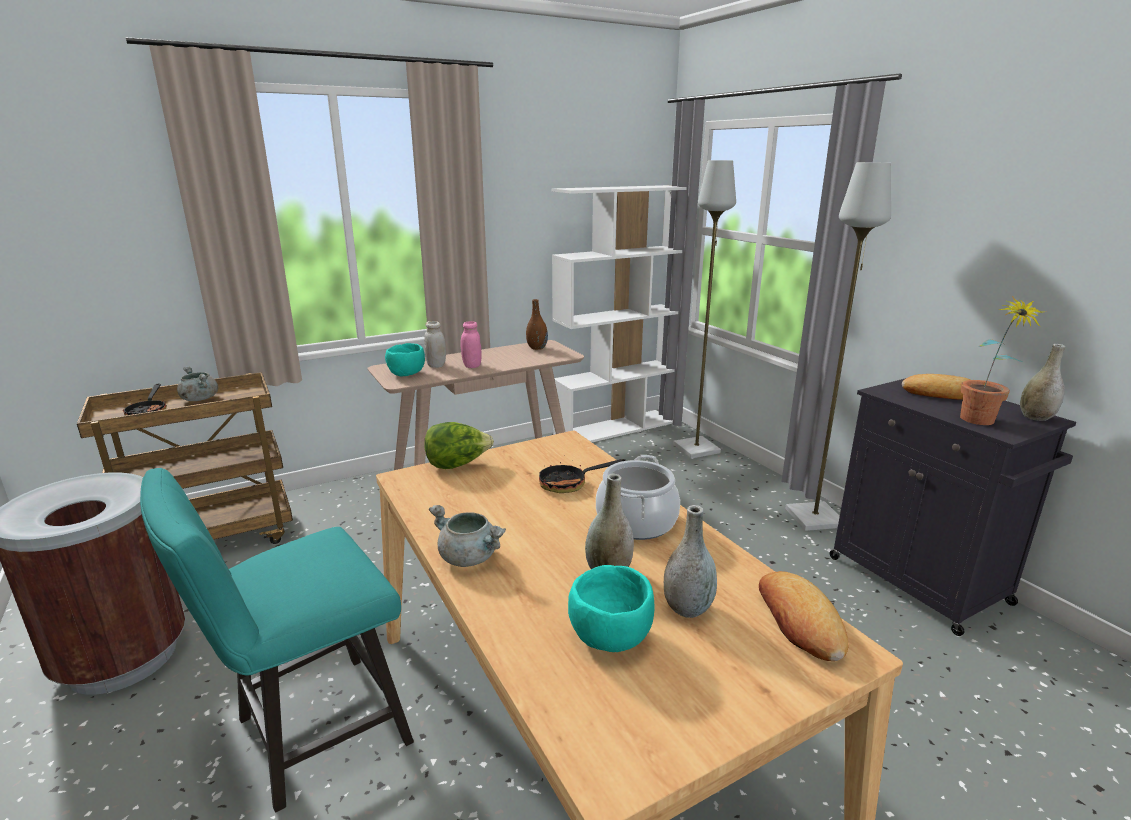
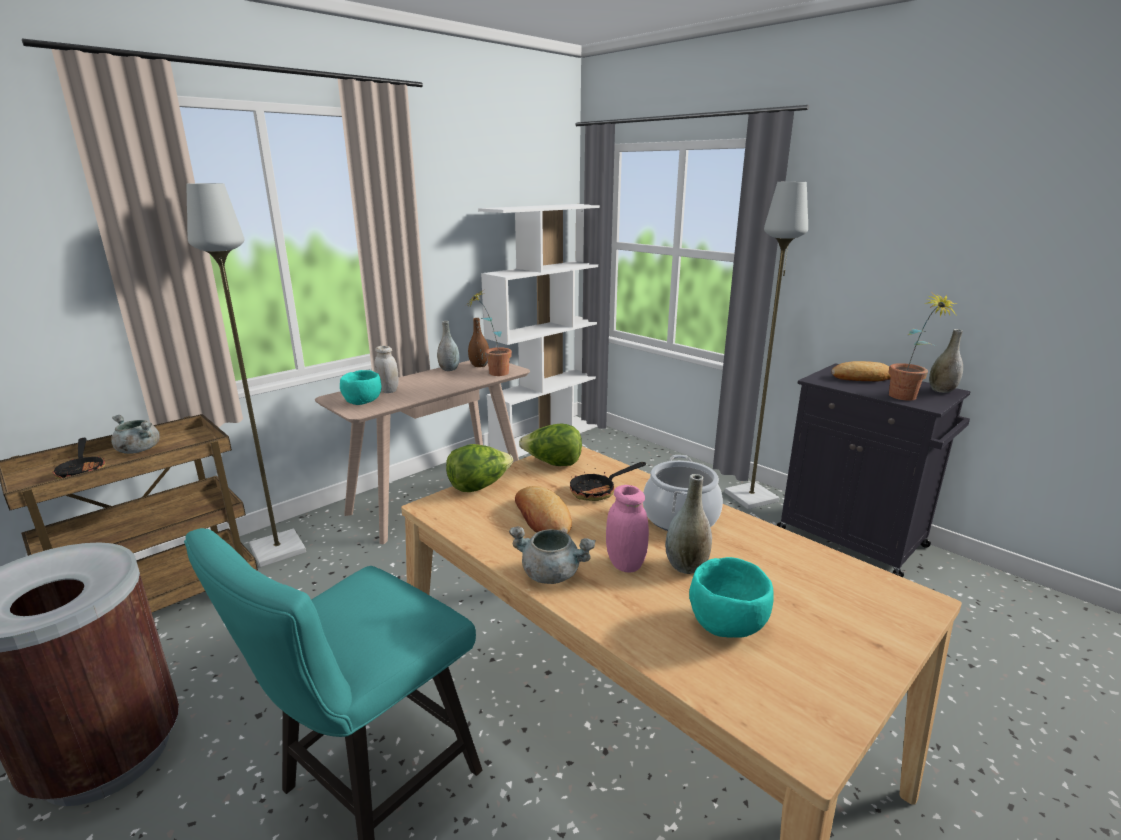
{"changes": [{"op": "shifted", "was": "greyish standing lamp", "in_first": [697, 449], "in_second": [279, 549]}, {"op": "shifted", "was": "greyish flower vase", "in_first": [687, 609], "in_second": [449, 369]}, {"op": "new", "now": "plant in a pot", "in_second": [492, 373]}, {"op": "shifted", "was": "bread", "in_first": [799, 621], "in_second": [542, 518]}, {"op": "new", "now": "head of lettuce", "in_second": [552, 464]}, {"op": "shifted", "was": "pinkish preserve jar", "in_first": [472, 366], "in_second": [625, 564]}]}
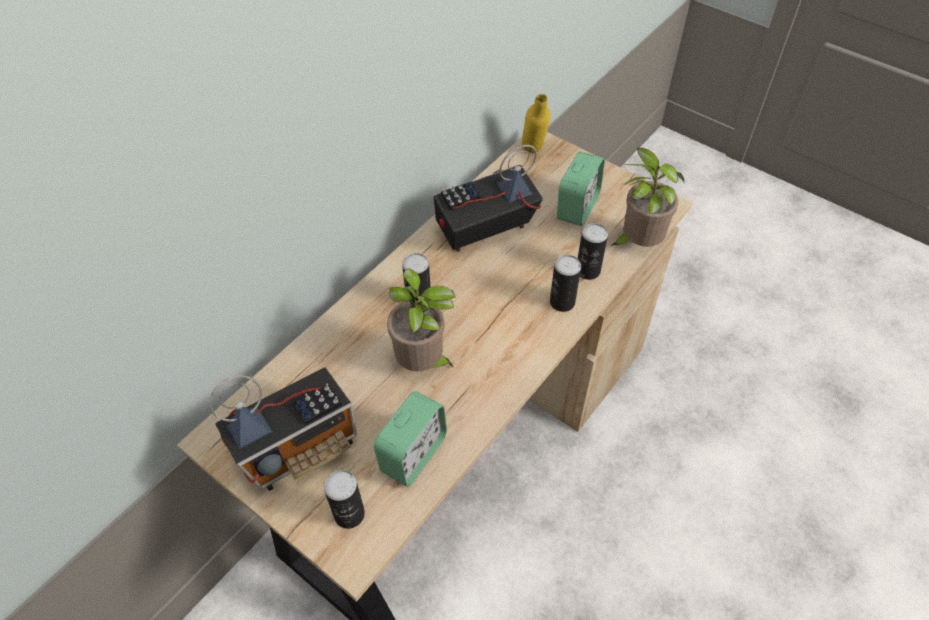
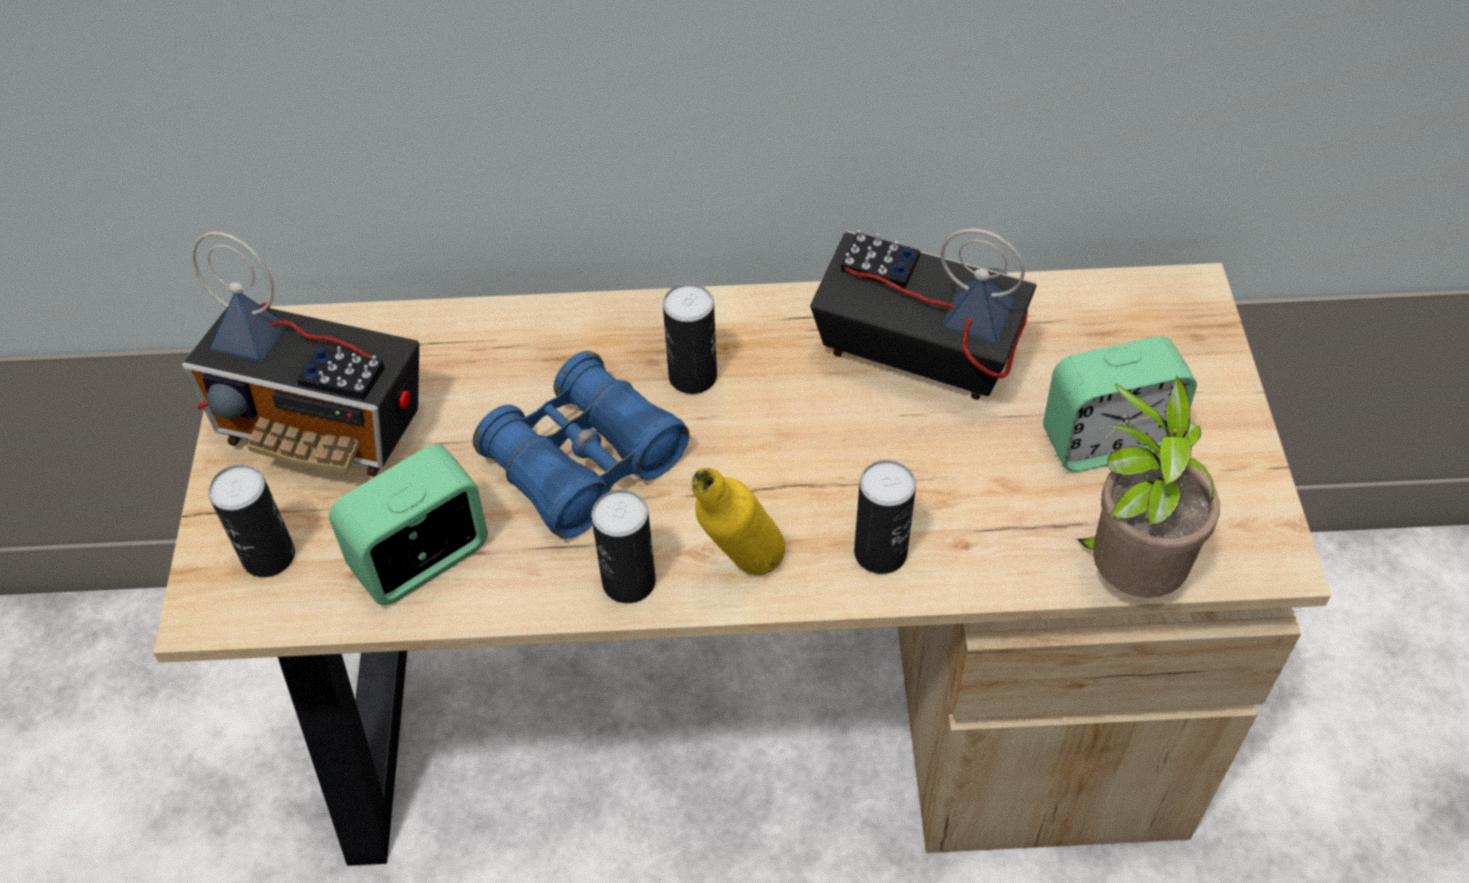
{"changes": [{"op": "rotated", "was": "table clock", "in_first": [413, 454], "in_second": [422, 559], "clockwise": 150}, {"op": "swapped", "was": "plant in a pot", "now": "blue-coloured field glasses", "in_first": [423, 364], "in_second": [584, 462]}, {"op": "shifted", "was": "sealed can", "in_first": [588, 270], "in_second": [629, 581]}, {"op": "shifted", "was": "yellow-coloured drink bottle", "in_first": [533, 154], "in_second": [740, 574]}]}
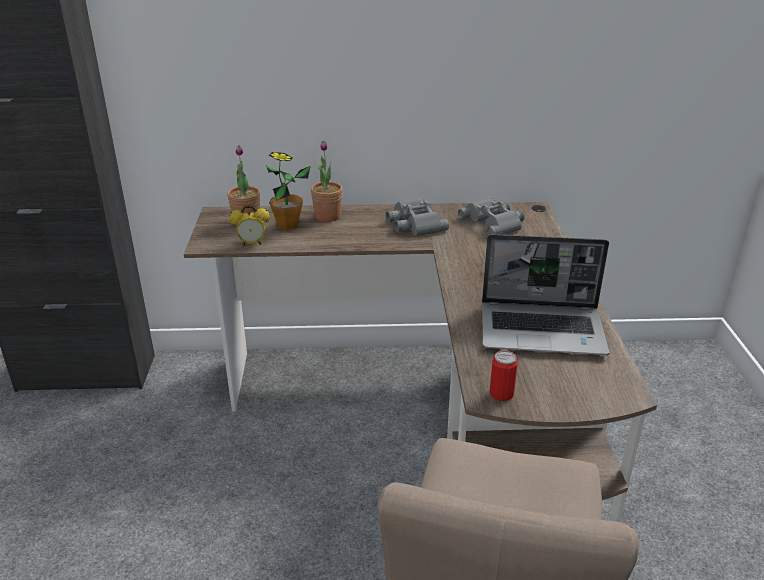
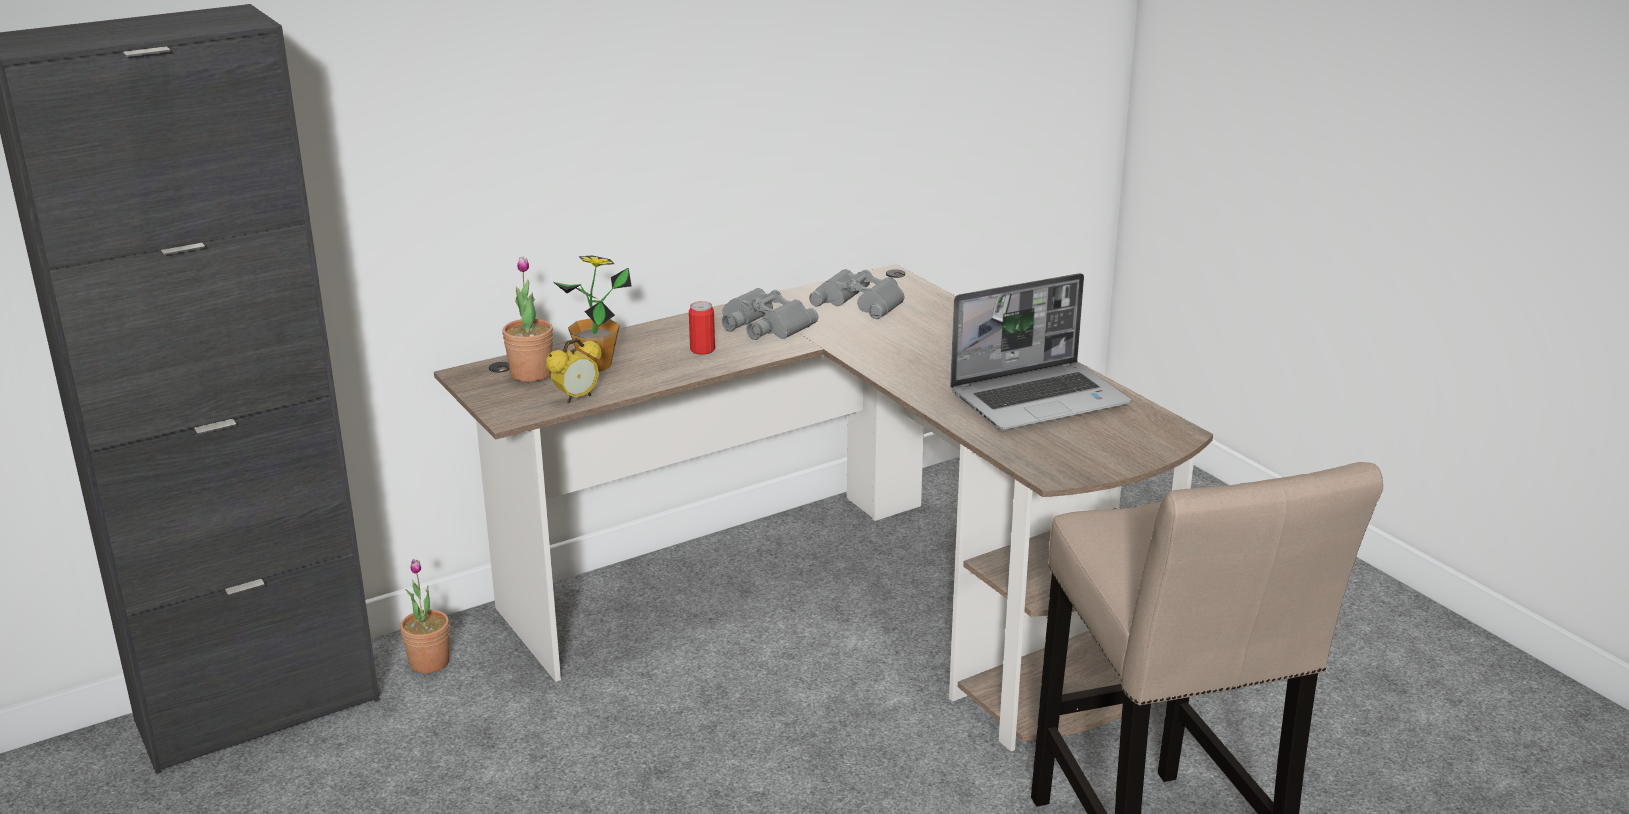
{"changes": [{"op": "shifted", "was": "plant in a pot", "in_first": [327, 216], "in_second": [429, 662]}, {"op": "shifted", "was": "sealed can", "in_first": [501, 394], "in_second": [702, 350]}]}
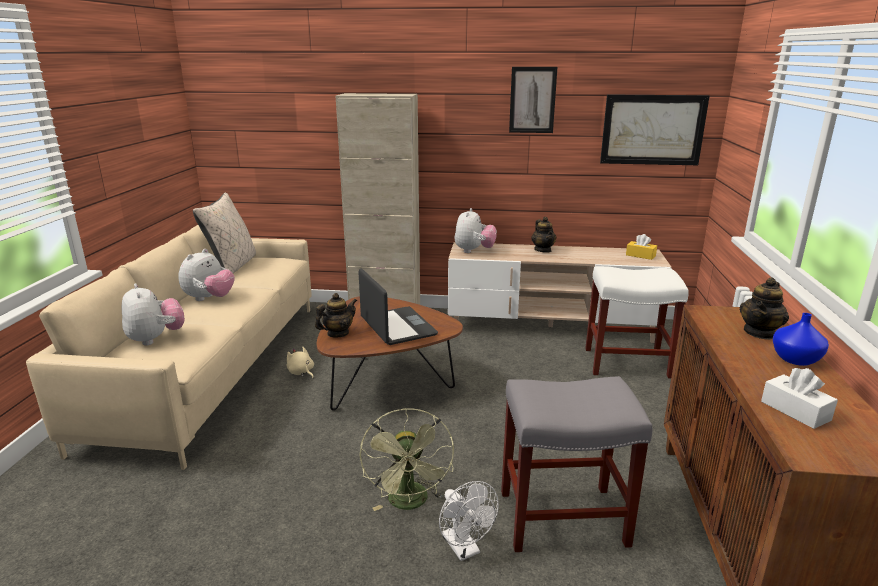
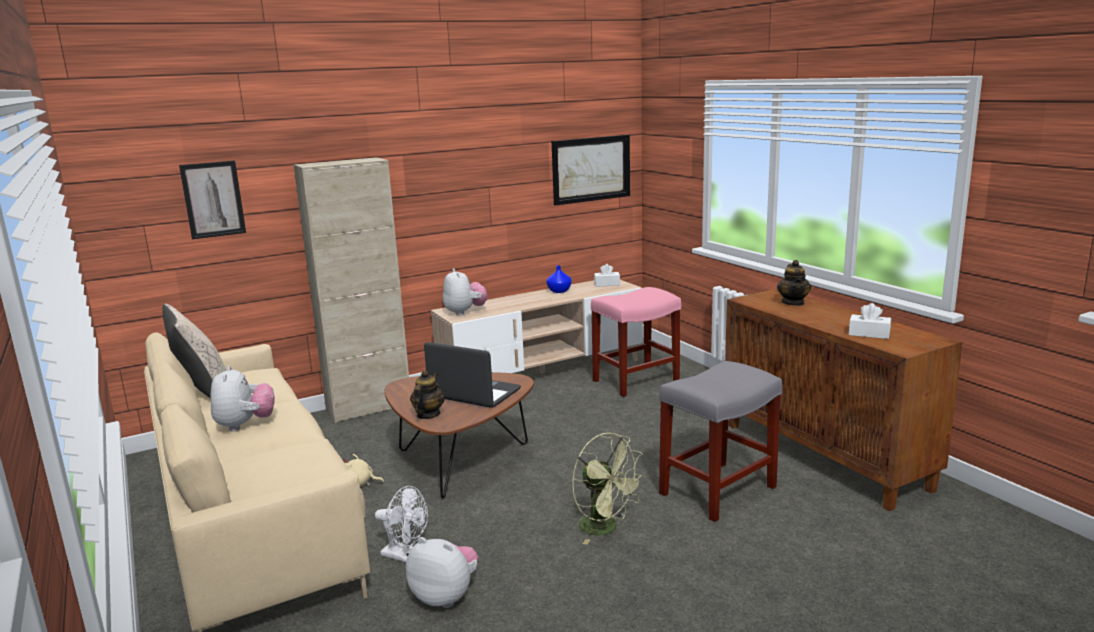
{"changes": [{"op": "shifted", "was": "wall art", "in_first": [532, 100], "in_second": [213, 199]}, {"op": "shifted", "was": "white fan", "in_first": [465, 549], "in_second": [406, 555]}, {"op": "shifted", "was": "plush toy", "in_first": [156, 339], "in_second": [446, 596]}, {"op": "shifted", "was": "blue-coloured flower vase", "in_first": [796, 359], "in_second": [559, 291]}, {"op": "repainted", "was": "white stool", "now": "pinkish stool", "in_first": [628, 362], "in_second": [636, 380]}, {"op": "repainted", "was": "yellow-coloured tissue box", "now": "white tissue box", "in_first": [640, 255], "in_second": [607, 284]}, {"op": "gone", "was": "pot for tea", "in_first": [543, 250]}]}
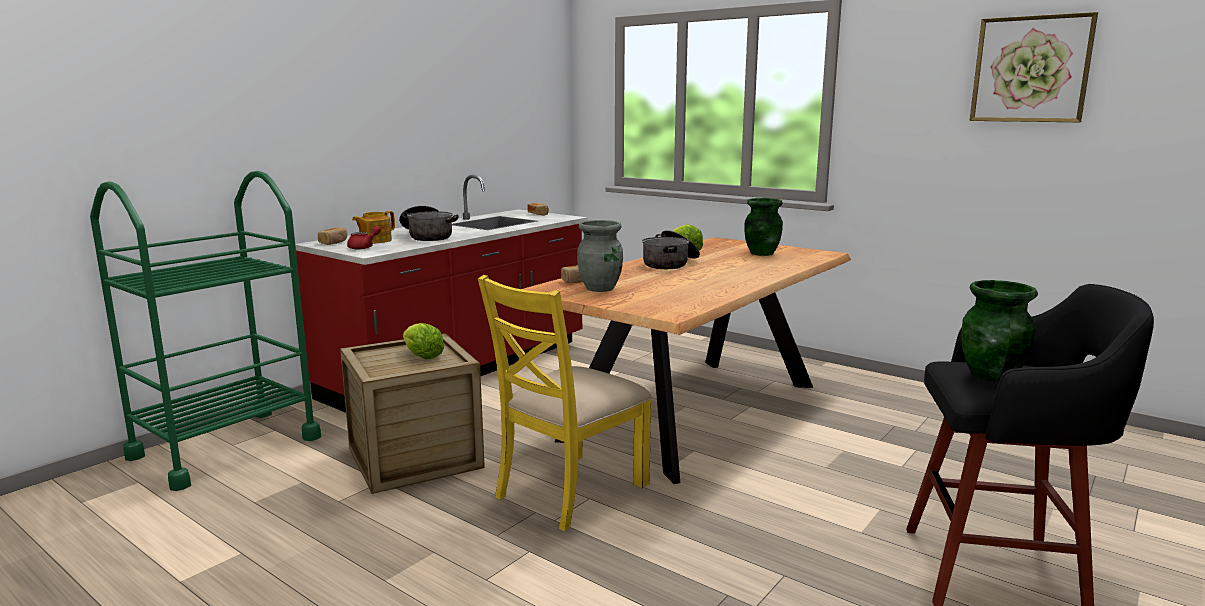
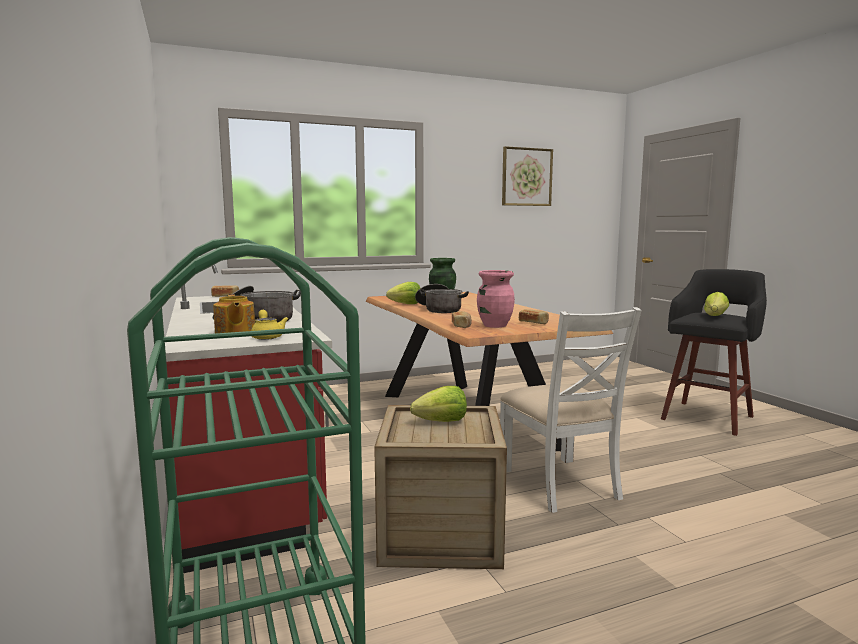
{"changes": [{"op": "repainted", "was": "reddish pot for tea", "now": "yellow-coloured pot for tea", "in_first": [364, 247], "in_second": [267, 336]}, {"op": "repainted", "was": "greyish flower vase", "now": "pinkish flower vase", "in_first": [600, 288], "in_second": [495, 325]}, {"op": "repainted", "was": "yellow-coloured chair", "now": "white chair", "in_first": [570, 490], "in_second": [560, 483]}, {"op": "shifted", "was": "bread", "in_first": [334, 242], "in_second": [533, 323]}, {"op": "swapped", "was": "greenish flower vase", "now": "head of lettuce", "in_first": [992, 376], "in_second": [715, 316]}]}
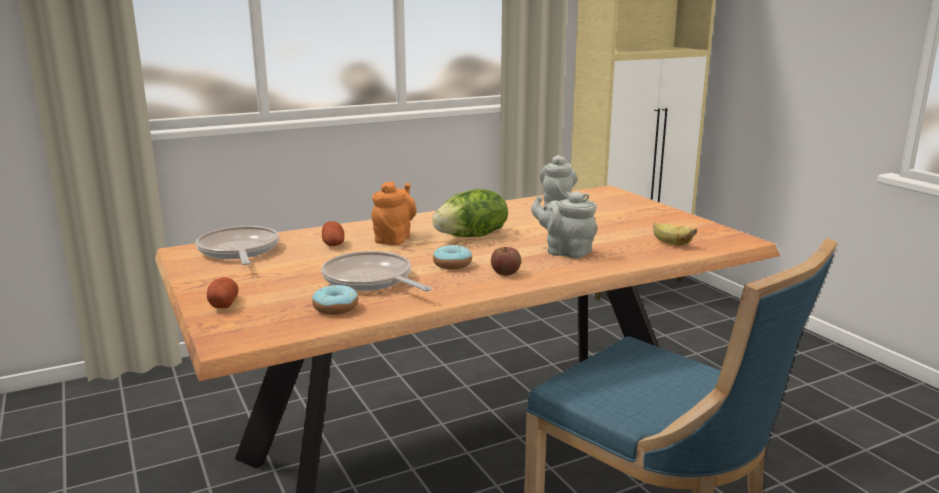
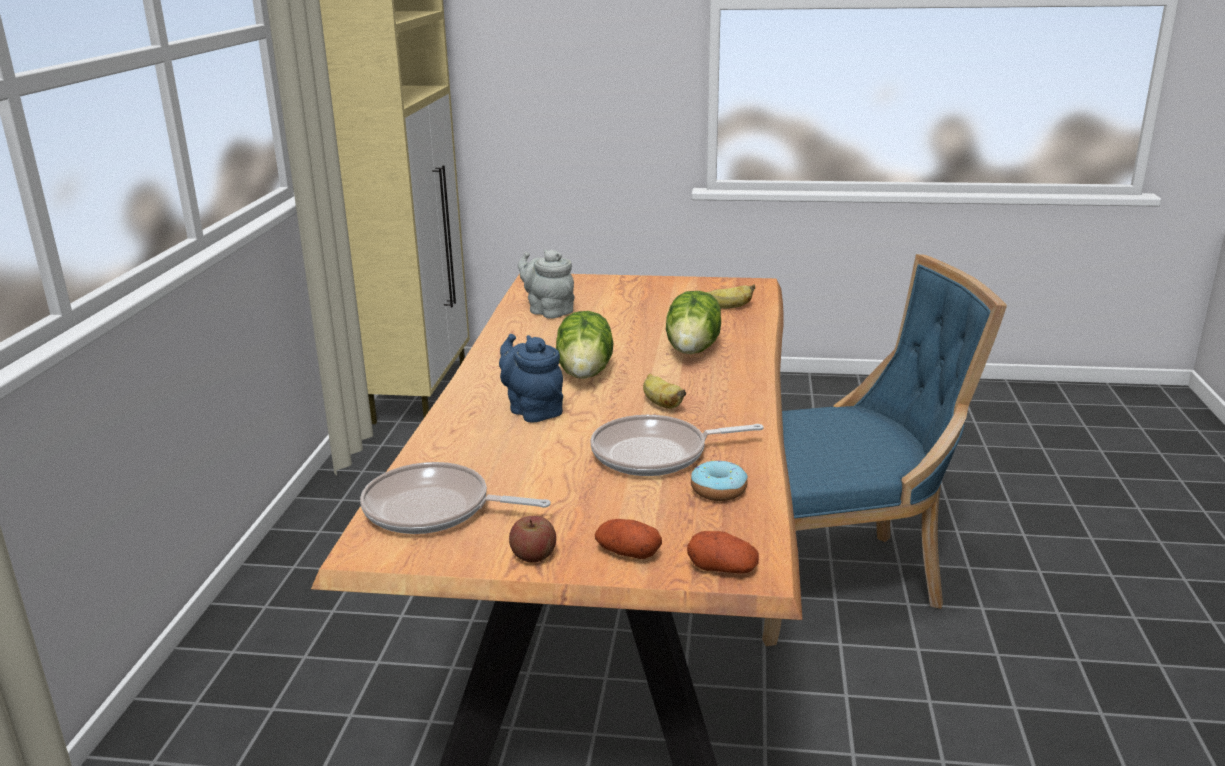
{"changes": [{"op": "repainted", "was": "orangey pot for tea", "now": "blue-coloured pot for tea", "in_first": [394, 239], "in_second": [533, 410]}, {"op": "shifted", "was": "apple", "in_first": [505, 273], "in_second": [533, 556]}, {"op": "swapped", "was": "doughnut", "now": "banana fruit", "in_first": [452, 264], "in_second": [661, 404]}, {"op": "swapped", "was": "greyish pot for tea", "now": "head of lettuce", "in_first": [565, 252], "in_second": [694, 349]}, {"op": "shifted", "was": "whole potato", "in_first": [333, 244], "in_second": [722, 568]}]}
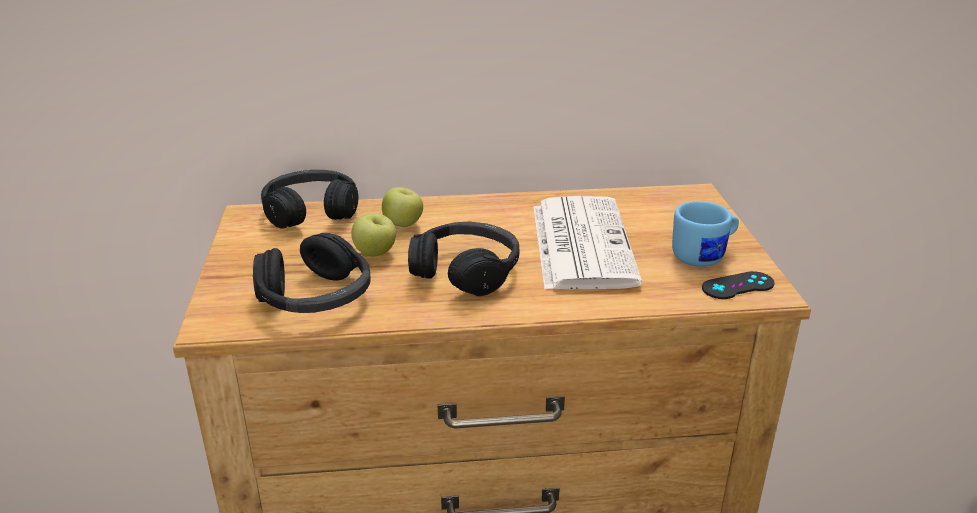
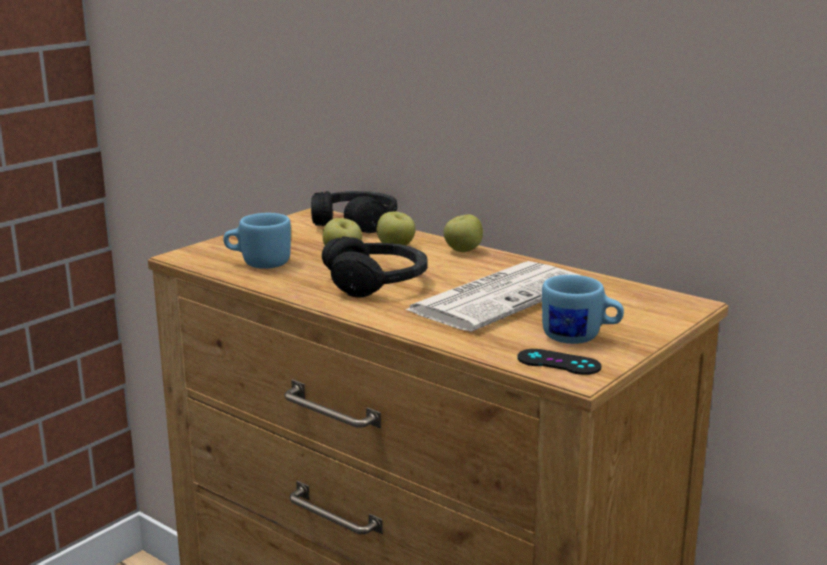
{"changes": [{"op": "swapped", "was": "blackish pair of headphones", "now": "blue-coloured coffee mug", "in_first": [316, 297], "in_second": [258, 263]}, {"op": "new", "now": "apple", "in_second": [462, 251]}]}
